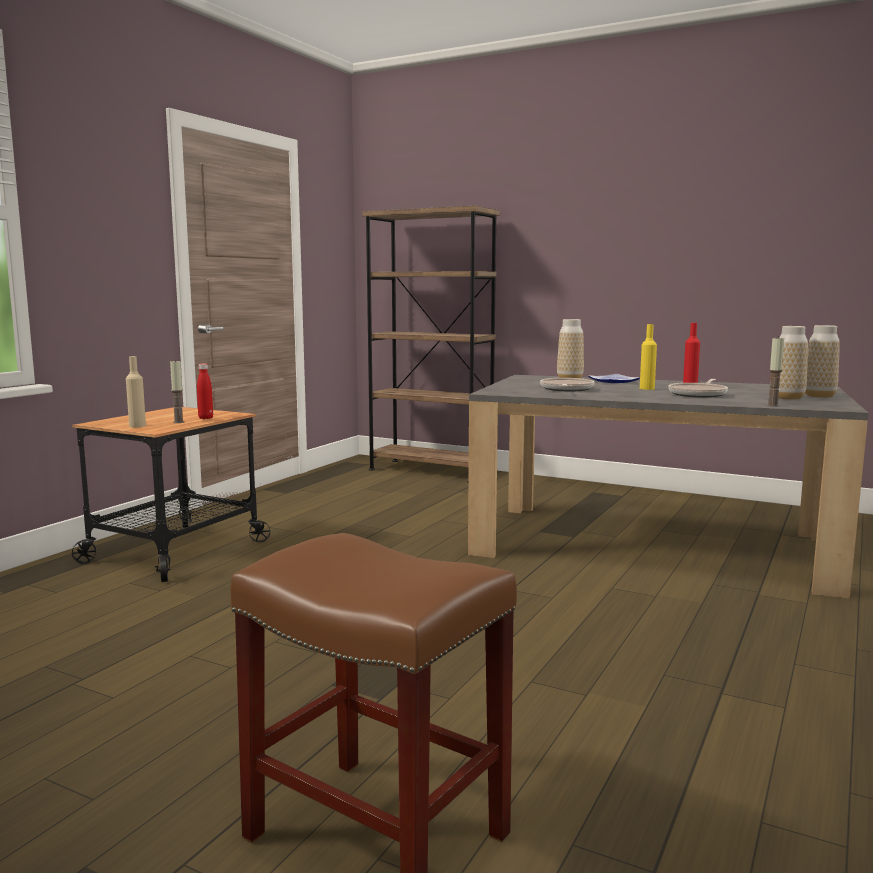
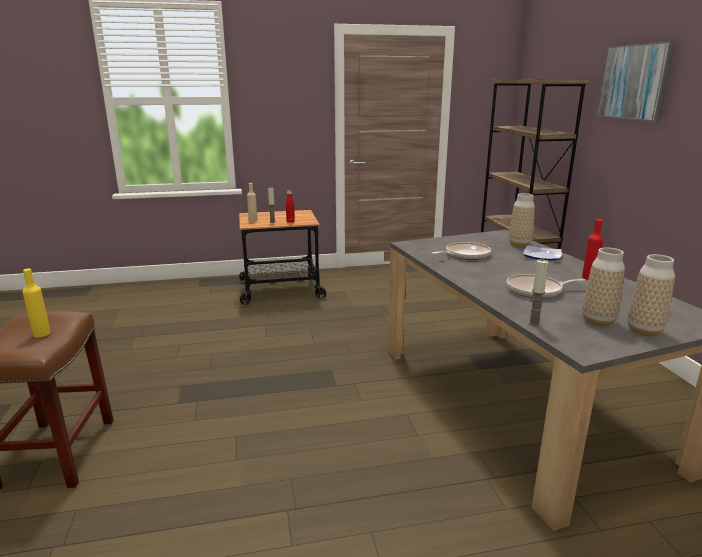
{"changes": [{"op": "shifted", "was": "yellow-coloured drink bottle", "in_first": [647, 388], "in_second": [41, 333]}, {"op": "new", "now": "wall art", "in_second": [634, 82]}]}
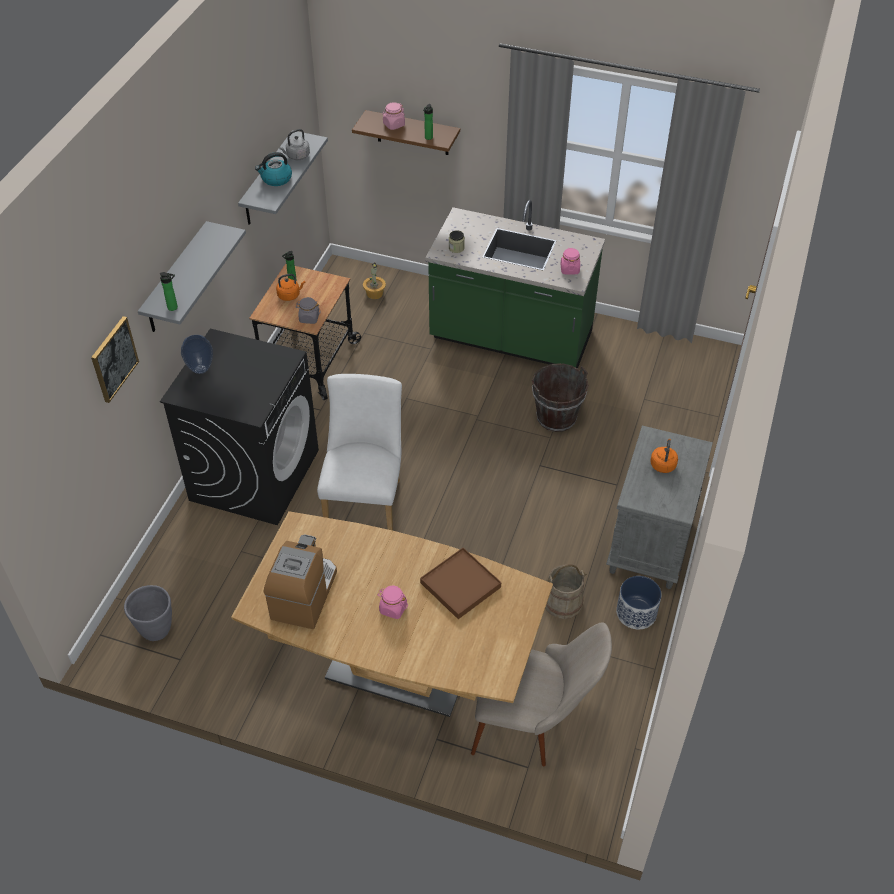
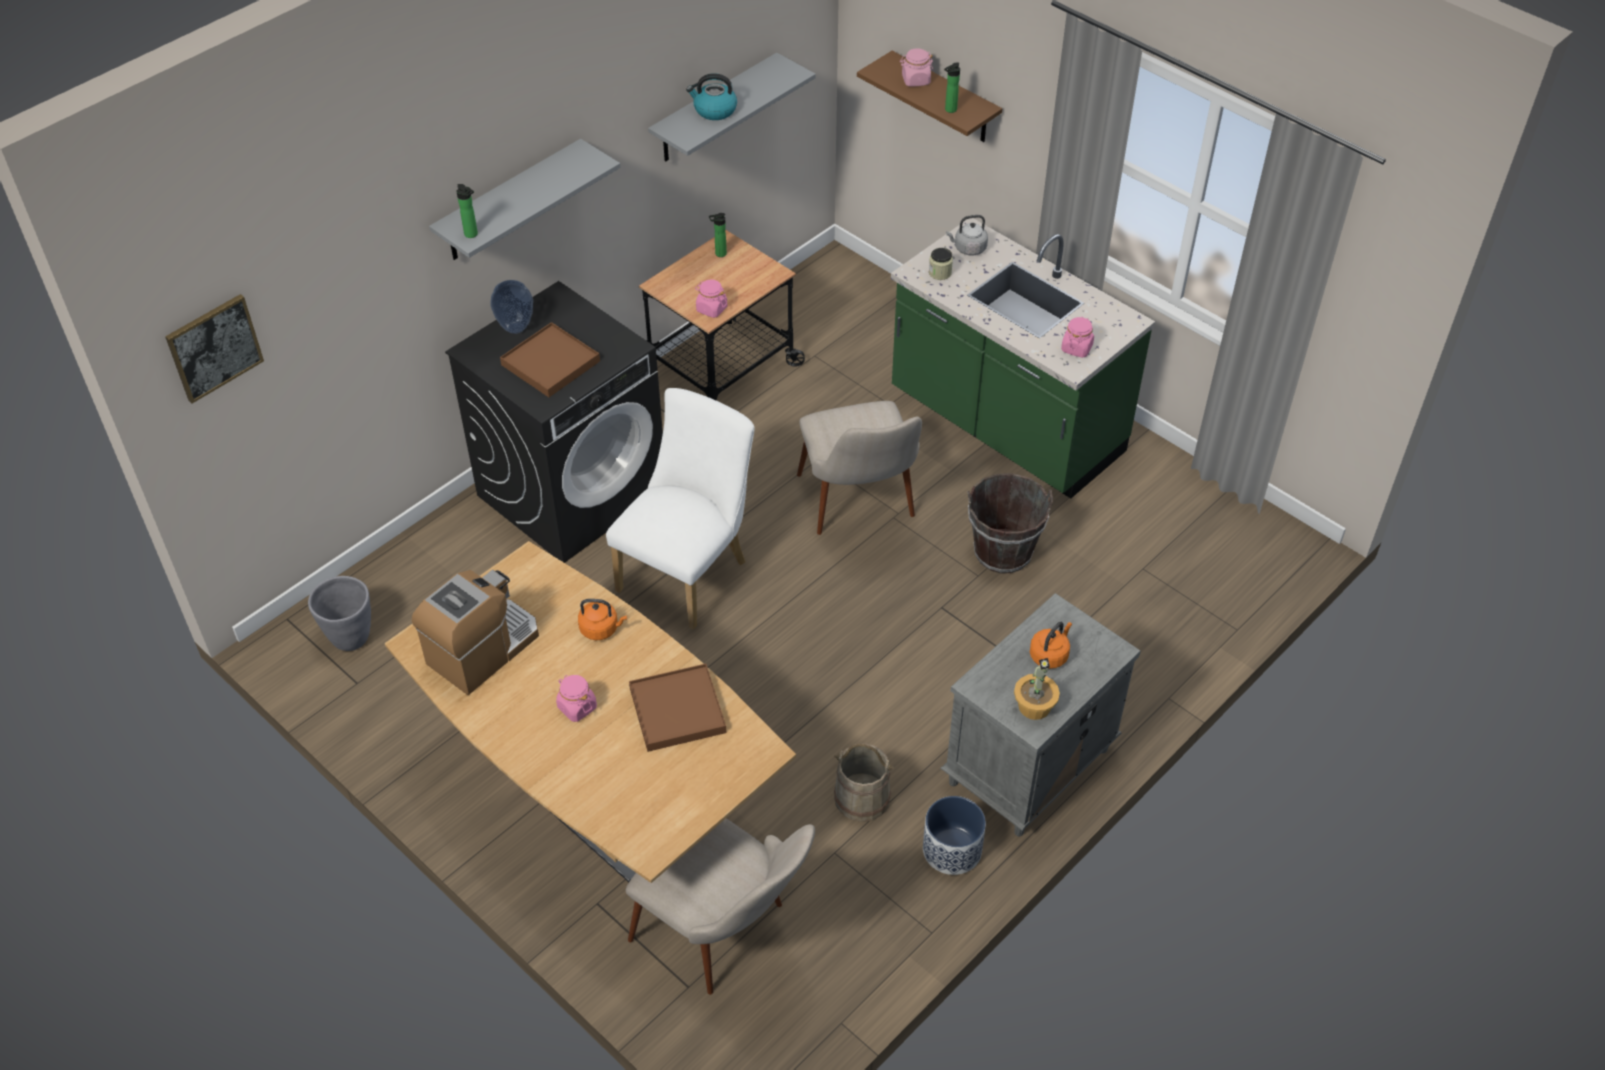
{"changes": [{"op": "shifted", "was": "wall art", "in_first": [114, 359], "in_second": [214, 347]}, {"op": "new", "now": "brownish carrying tray", "in_second": [551, 363]}, {"op": "shifted", "was": "orangey water kettle", "in_first": [290, 295], "in_second": [601, 629]}, {"op": "repainted", "was": "greyish preserve jar", "now": "pinkish preserve jar", "in_first": [309, 318], "in_second": [711, 309]}, {"op": "new", "now": "beige chair", "in_second": [861, 510]}, {"op": "shifted", "was": "greyish water kettle", "in_first": [297, 156], "in_second": [968, 249]}, {"op": "shifted", "was": "plant in a pot", "in_first": [374, 293], "in_second": [1034, 706]}]}
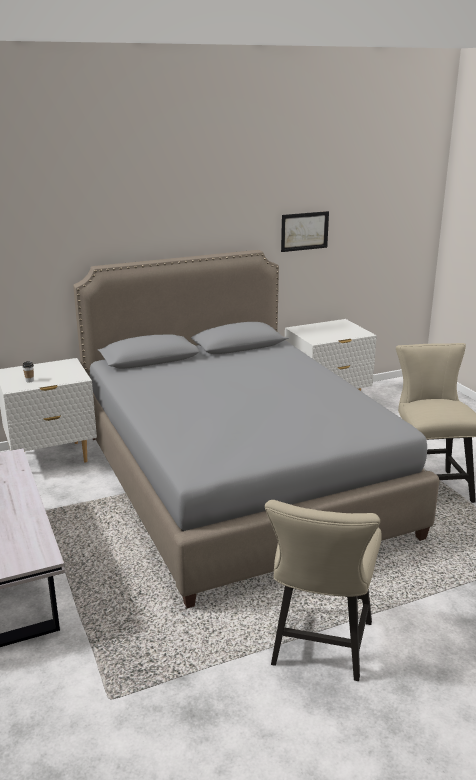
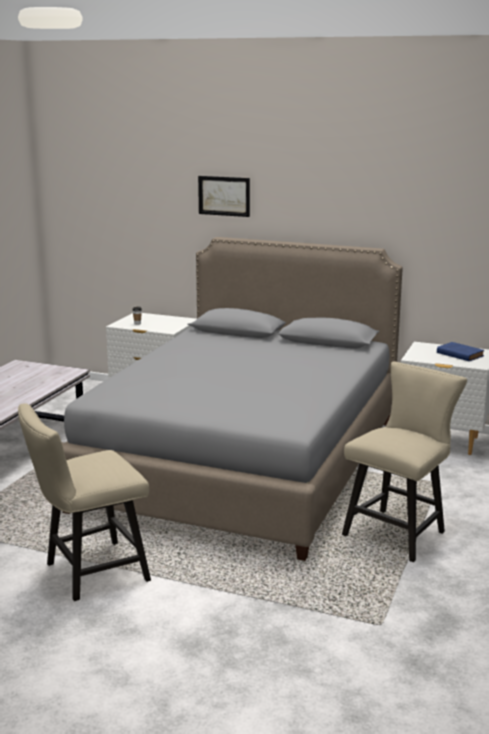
{"changes": [{"op": "shifted", "was": "wall art", "in_first": [304, 231], "in_second": [224, 196]}, {"op": "new", "now": "blue-coloured volume", "in_second": [459, 354]}]}
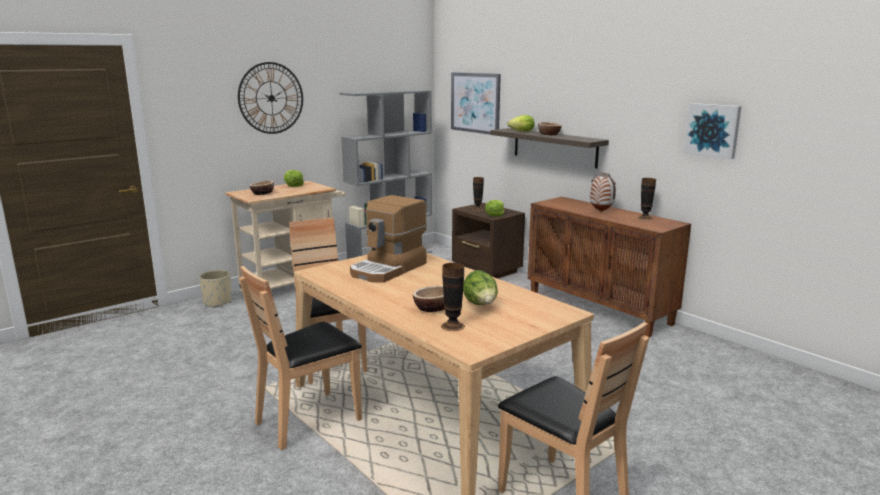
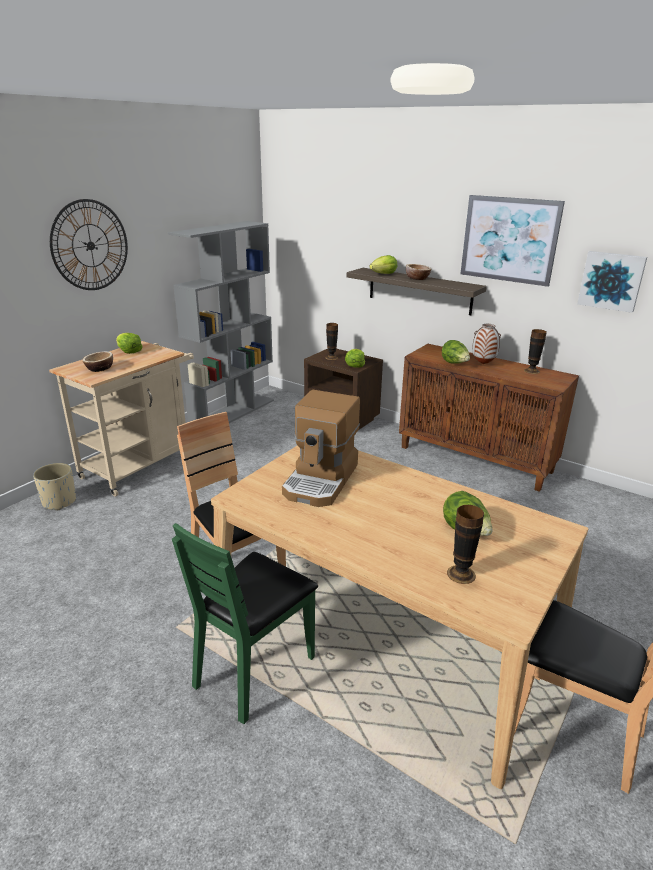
{"changes": [{"op": "repainted", "was": "brownish chair", "now": "greenish chair", "in_first": [309, 420], "in_second": [254, 669]}, {"op": "new", "now": "head of lettuce", "in_second": [454, 364]}, {"op": "shifted", "was": "wall art", "in_first": [475, 103], "in_second": [509, 240]}, {"op": "gone", "was": "deep dish", "in_first": [432, 308]}]}
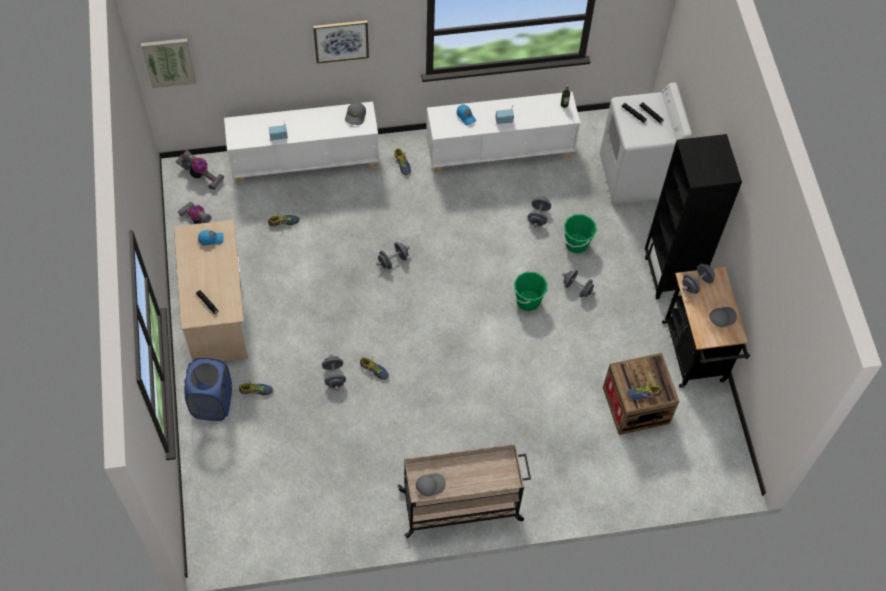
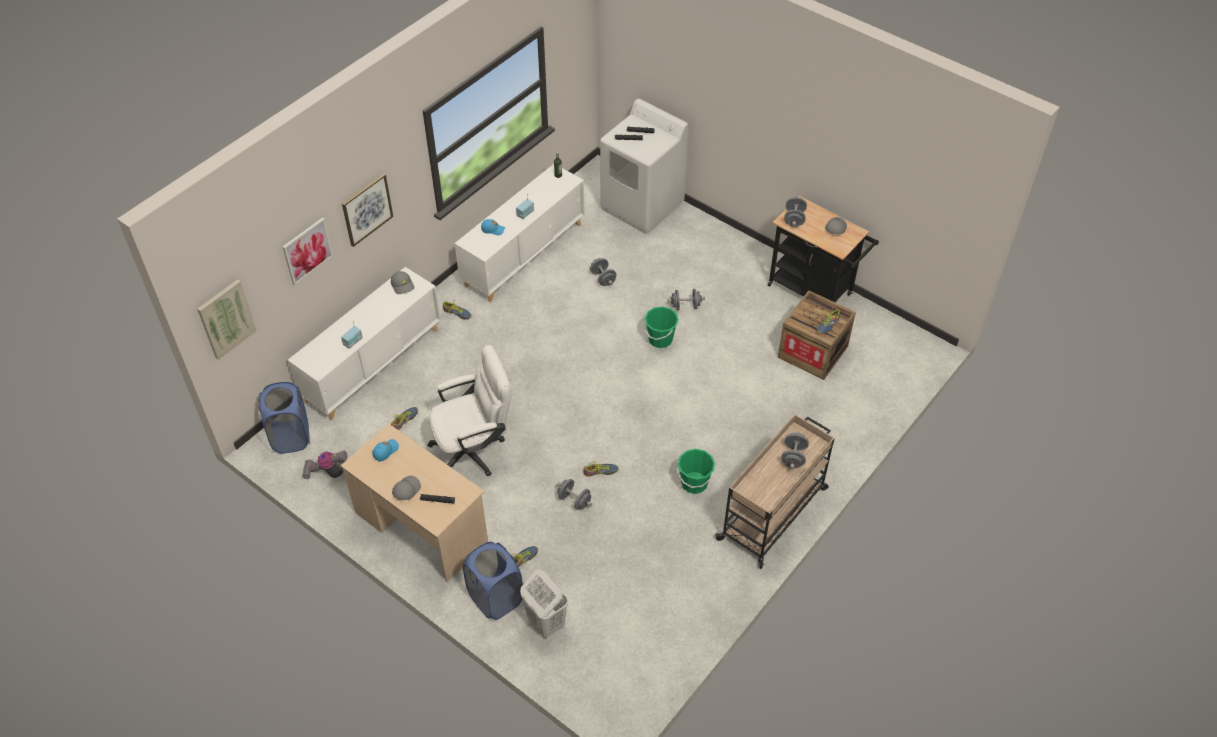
{"changes": [{"op": "swapped", "was": "vacuum", "now": "blue-coloured washing basket", "in_first": [201, 176], "in_second": [291, 437]}, {"op": "new", "now": "wall art", "in_second": [307, 250]}, {"op": "shifted", "was": "greyish cap", "in_first": [430, 485], "in_second": [406, 490]}, {"op": "new", "now": "white desk chair", "in_second": [474, 449]}, {"op": "new", "now": "white washing basket", "in_second": [545, 622]}, {"op": "shifted", "was": "greenish pail", "in_first": [576, 243], "in_second": [694, 483]}, {"op": "shifted", "was": "greyish dumbbell", "in_first": [393, 260], "in_second": [793, 457]}, {"op": "gone", "was": "blackish bookshelf", "in_first": [670, 276]}]}
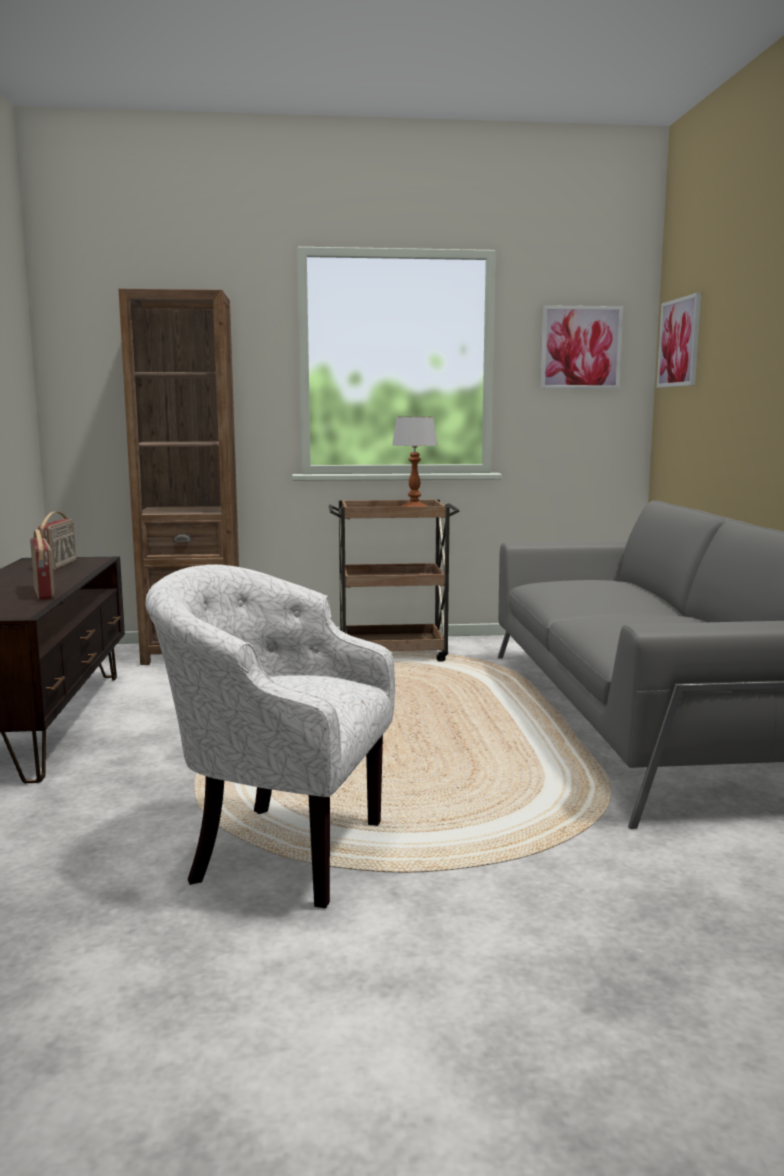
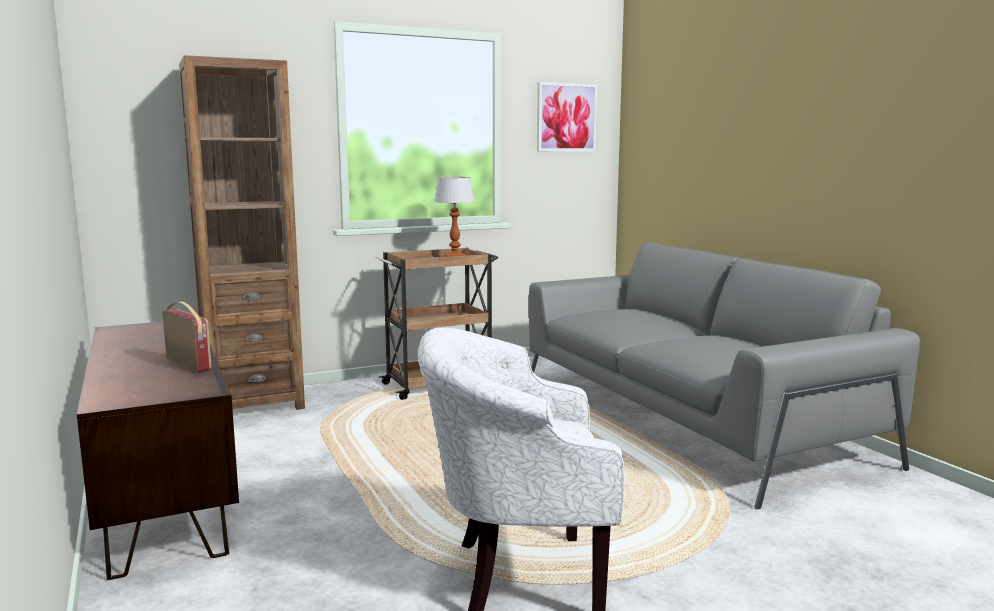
{"changes": [{"op": "gone", "was": "radio receiver", "in_first": [60, 565]}, {"op": "gone", "was": "wall art", "in_first": [679, 342]}]}
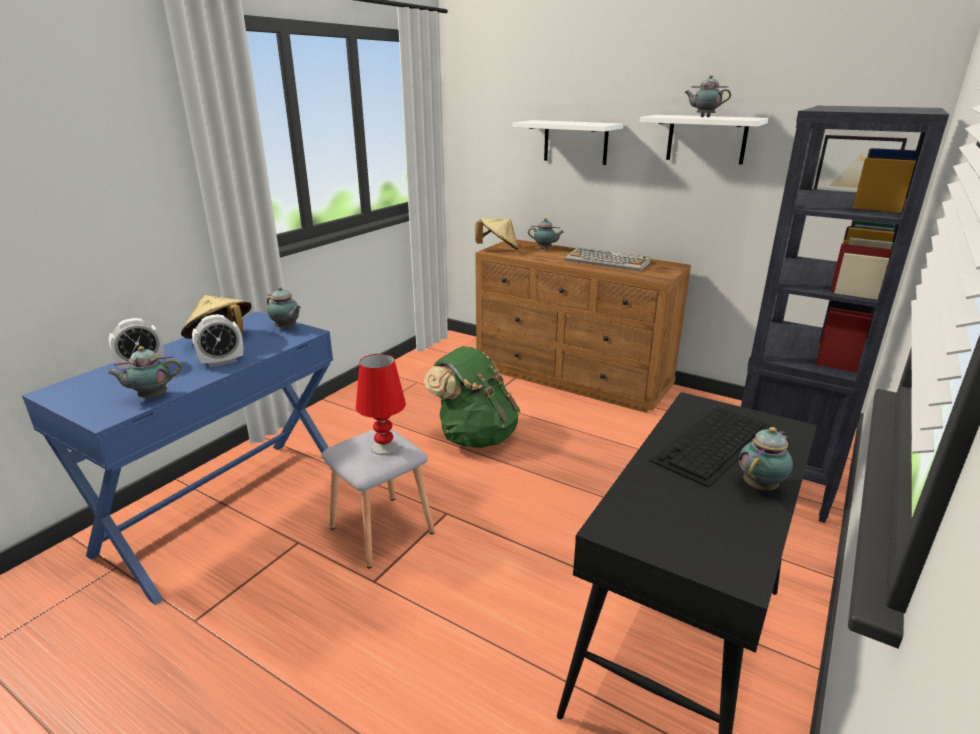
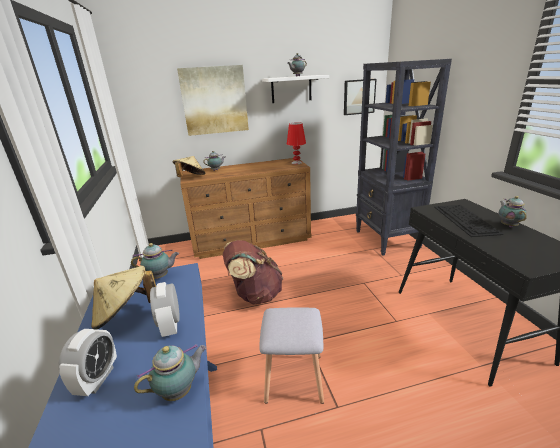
{"changes": [{"op": "rotated", "was": "pot for tea", "in_first": [151, 397], "in_second": [180, 391], "clockwise": -150}, {"op": "rotated", "was": "table clock", "in_first": [222, 362], "in_second": [170, 326], "clockwise": 150}, {"op": "swapped", "was": "white shelf", "now": "wall art", "in_first": [575, 142], "in_second": [214, 100]}, {"op": "repainted", "was": "greenish backpack", "now": "brownish backpack", "in_first": [475, 436], "in_second": [255, 295]}, {"op": "shifted", "was": "reddish table lamp", "in_first": [384, 447], "in_second": [296, 162]}, {"op": "gone", "was": "PC keyboard", "in_first": [608, 261]}]}
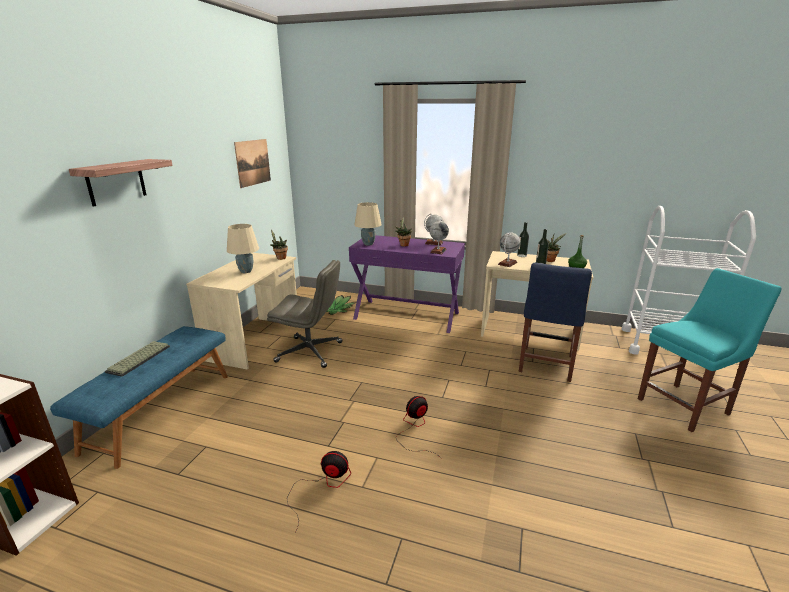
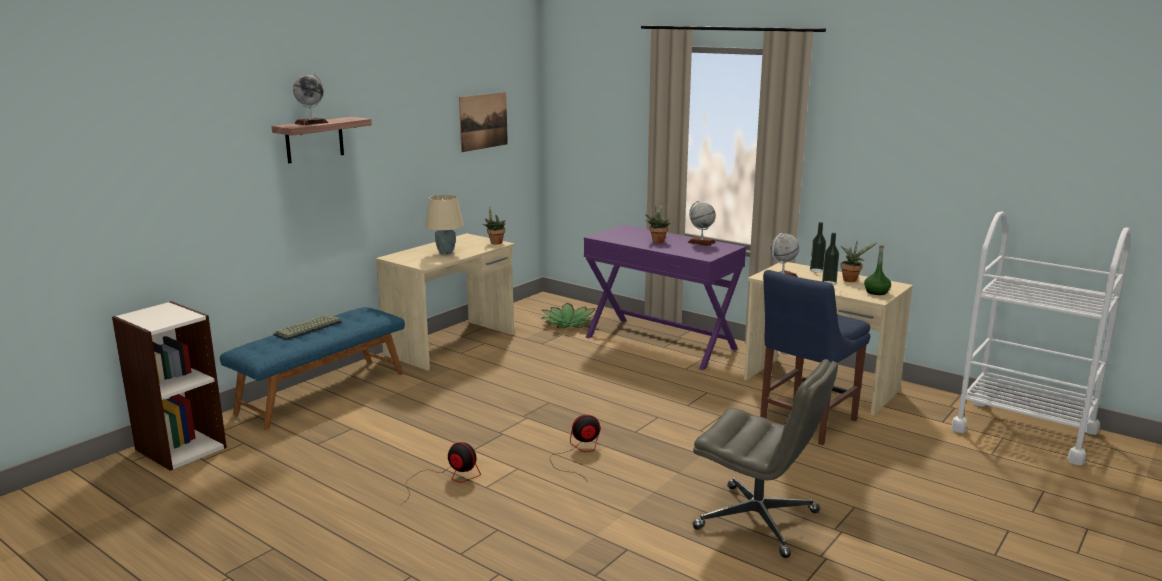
{"changes": [{"op": "shifted", "was": "desk globe", "in_first": [438, 251], "in_second": [311, 123]}, {"op": "shifted", "was": "greyish desk chair", "in_first": [310, 352], "in_second": [758, 521]}, {"op": "gone", "was": "beige table lamp", "in_first": [368, 244]}, {"op": "gone", "was": "blue-green chair", "in_first": [686, 405]}]}
